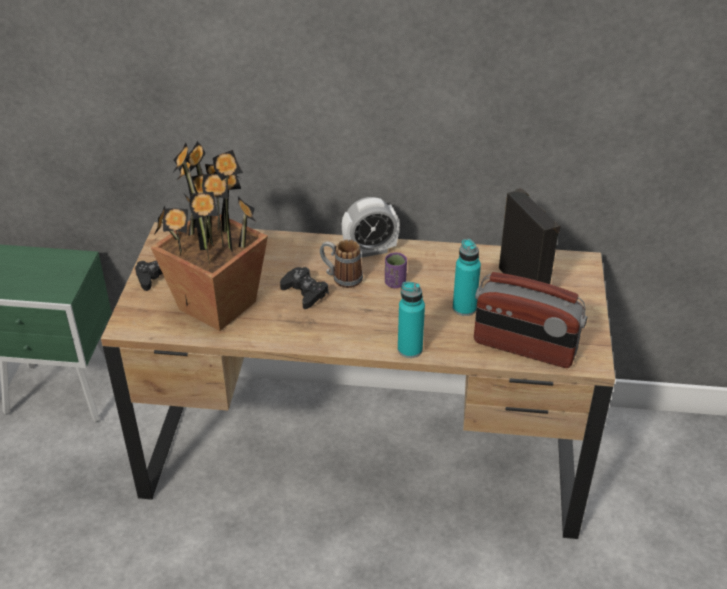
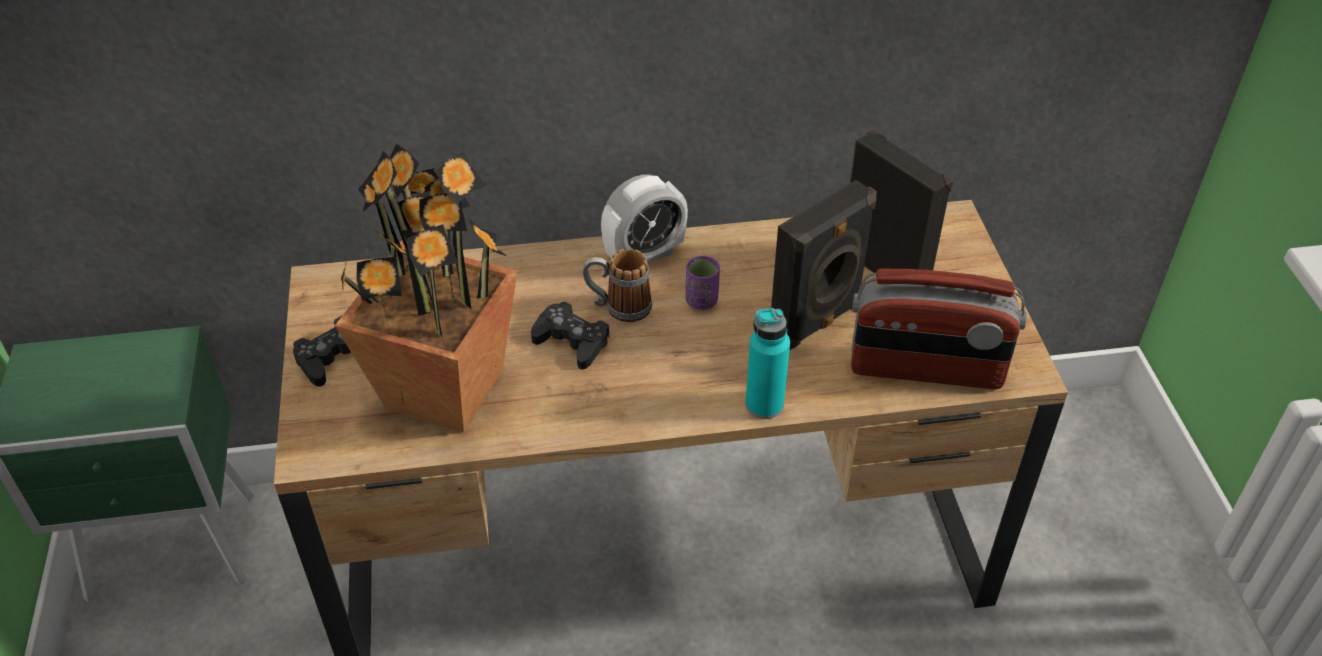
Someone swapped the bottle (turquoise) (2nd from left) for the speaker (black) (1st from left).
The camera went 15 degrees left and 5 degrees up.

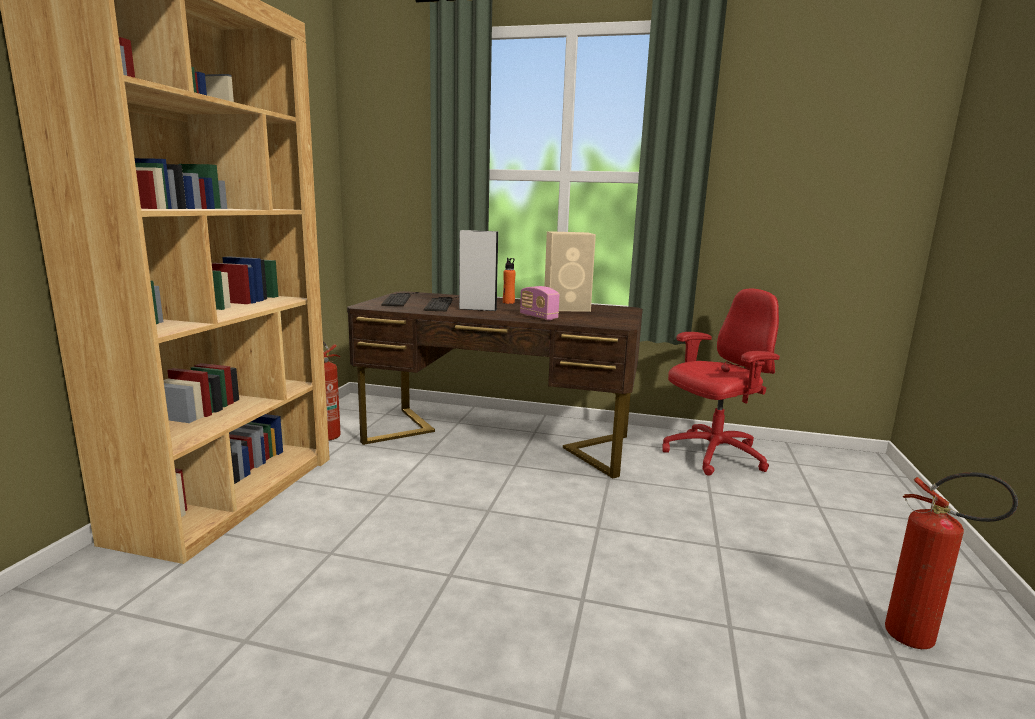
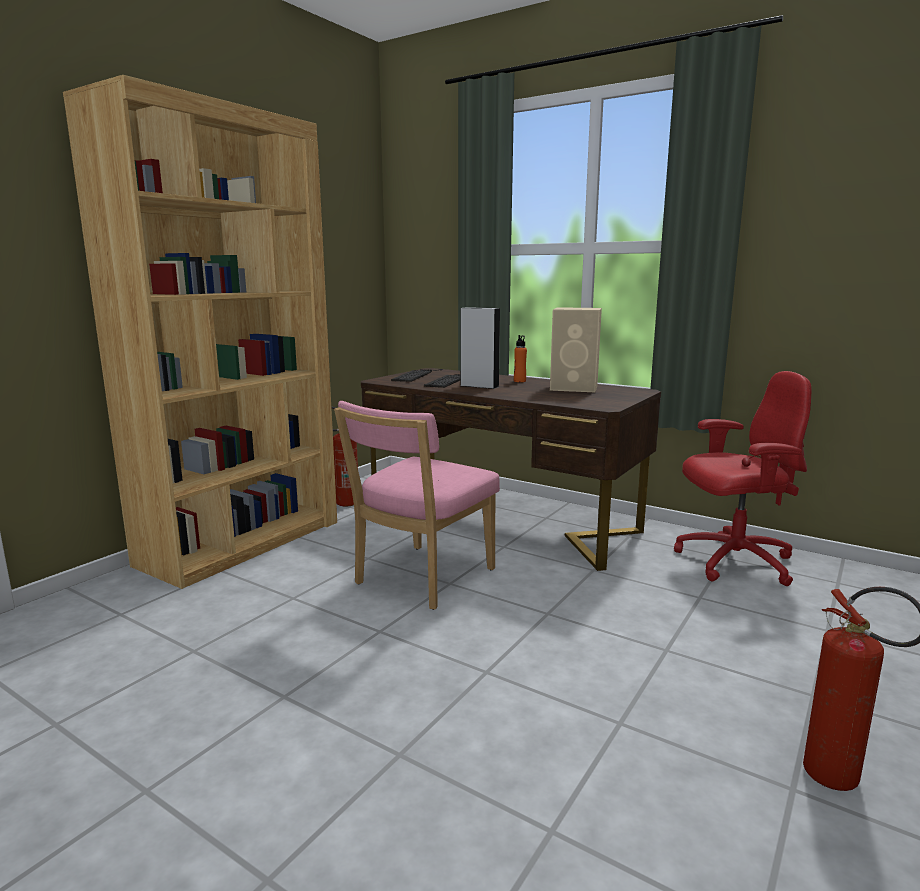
Someone took away the radio.
Someone put down the chair (pink).
The camera went 20 degrees right and 0 degrees up.

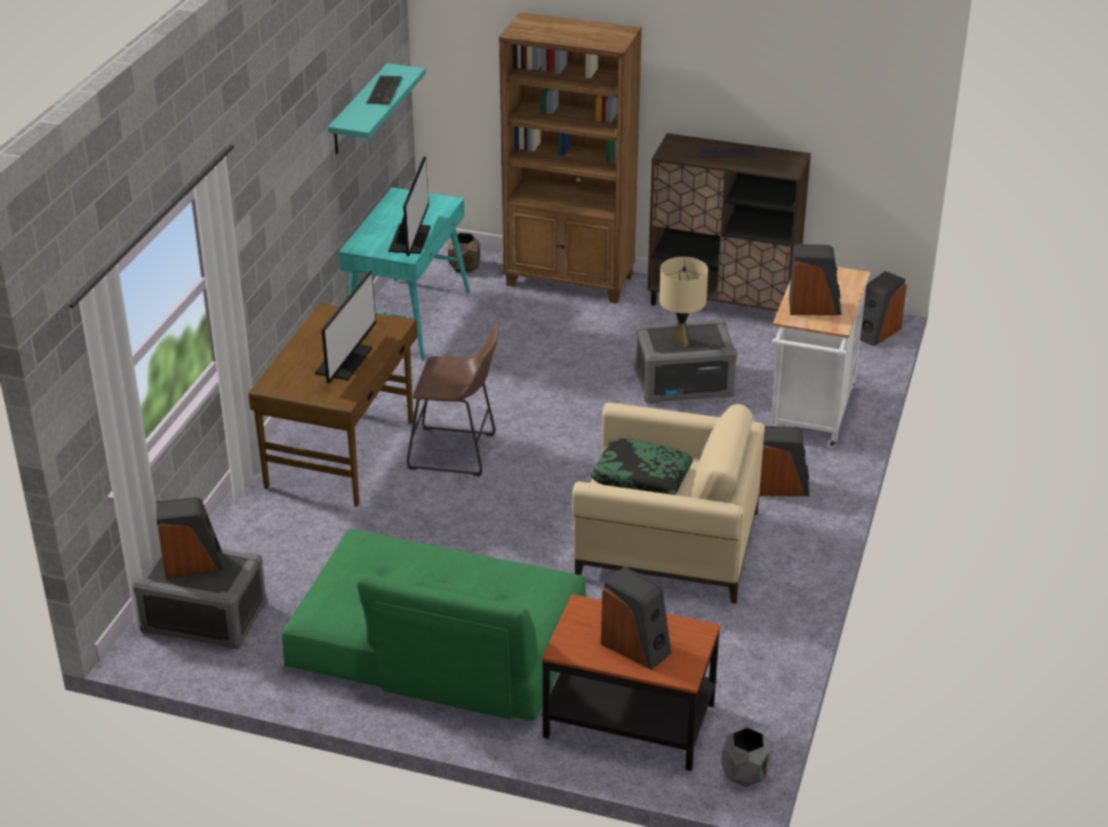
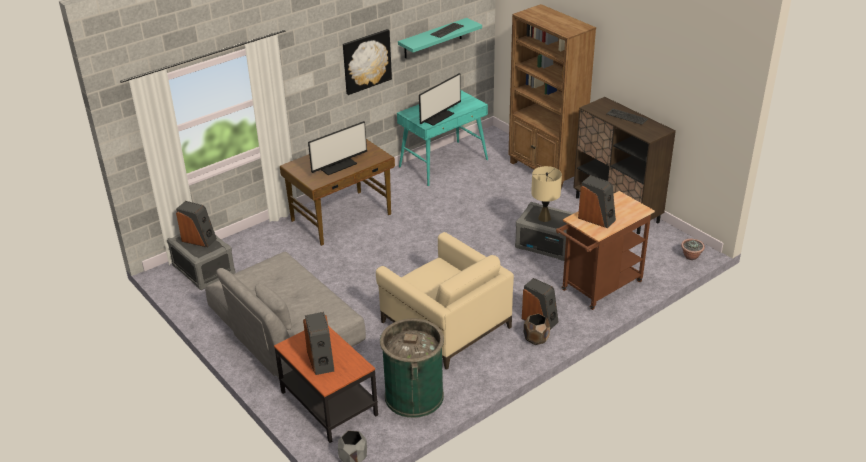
Someone repainted the sofa (green), which became the sofa (grey).
Someone took away the stool (brown).
Someone carried the planter (brown).
Someone took away the pillow.
Someone repainted the cart (white), which became the cart (brown).
Someone swapped the speaker (5th from left) for the potted plant.
Someone put up the picture.
Someone put down the trash can (green).
The camera went 35 degrees right and 0 degrees up.

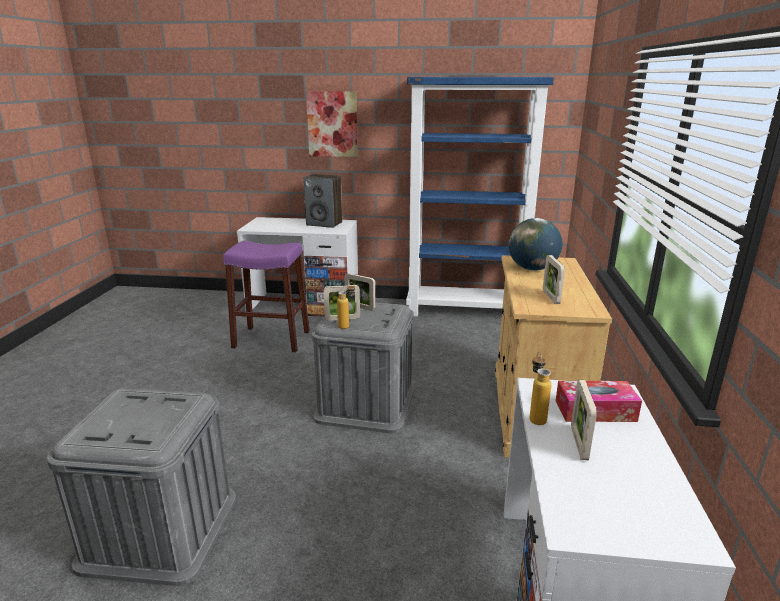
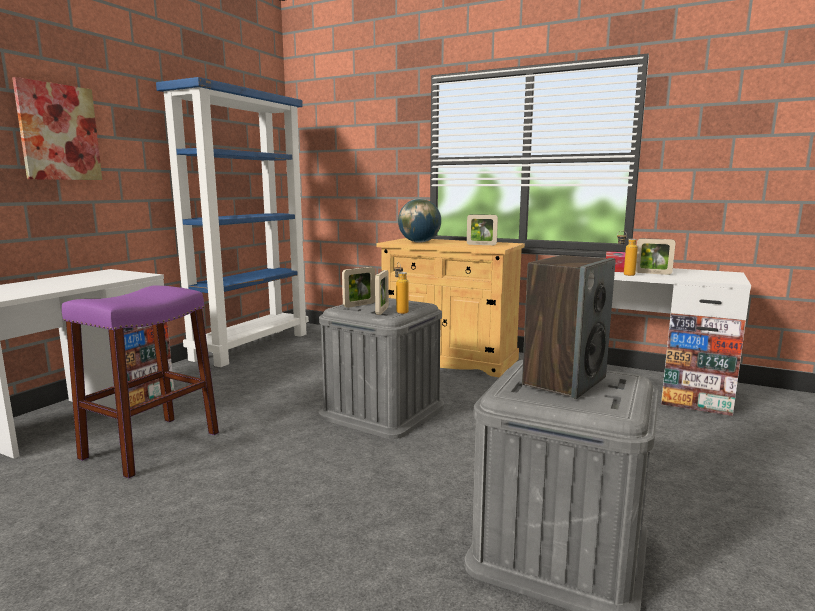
Someone carried the speaker.
The camera went 70 degrees left and 10 degrees down.

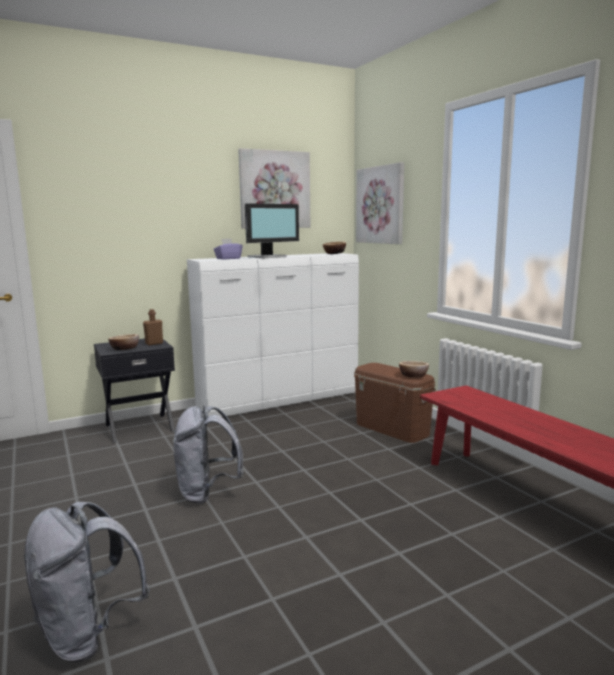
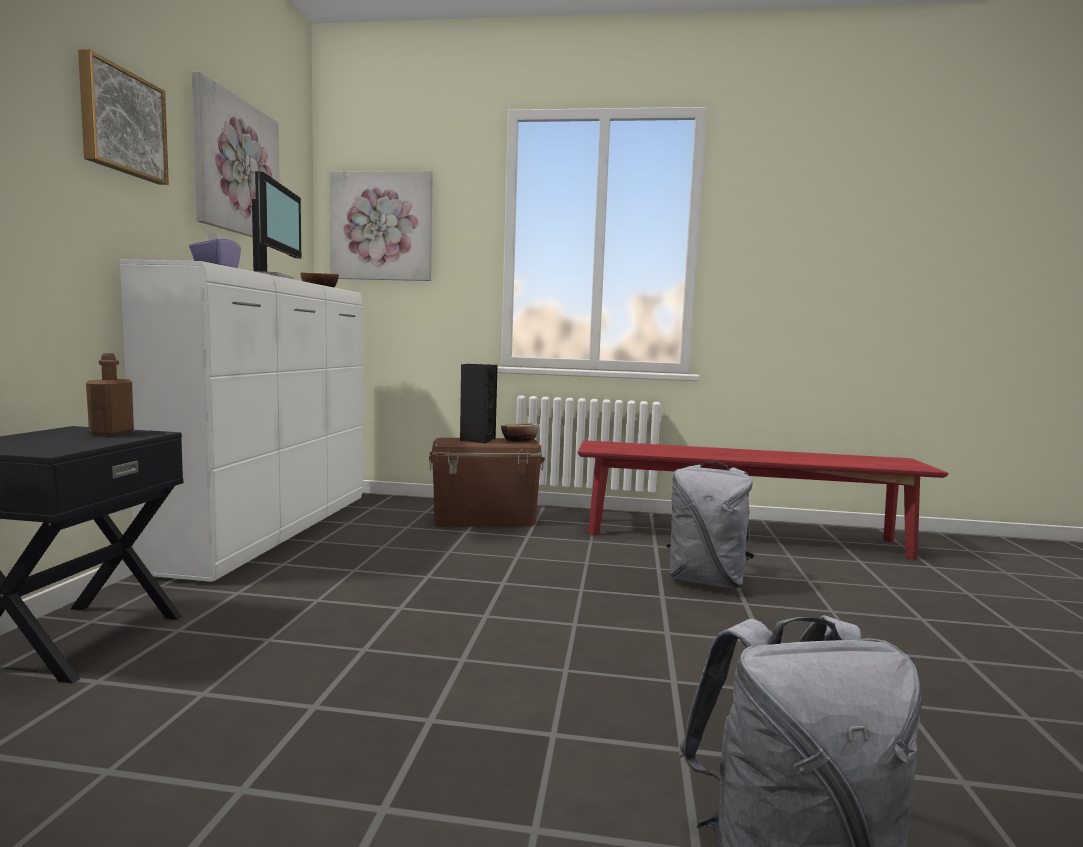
Someone took away the bowl (1st from left).
Someone carried the backpack (grey) (2nd from left in the first image).
Someone put up the picture (1st from left).
Someone put down the speaker (black).
The camera went 55 degrees left and 5 degrees down.

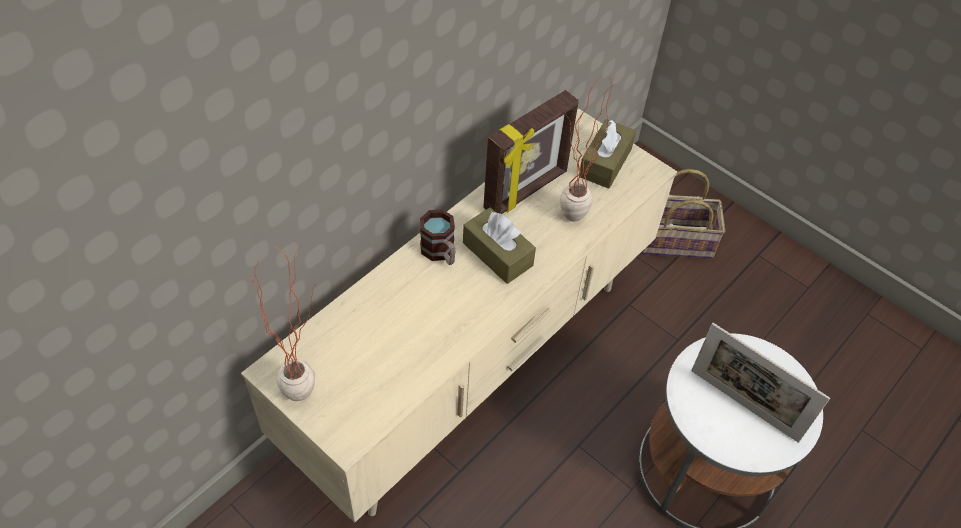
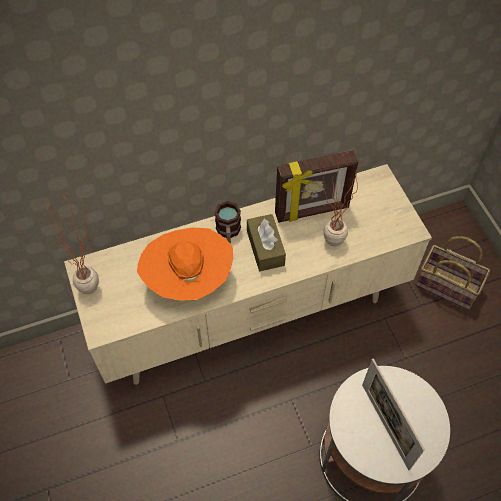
Someone took away the tissue box (brown) (2nd from left).
Someone put down the hat (orange).
The camera went 30 degrees right and 5 degrees up.

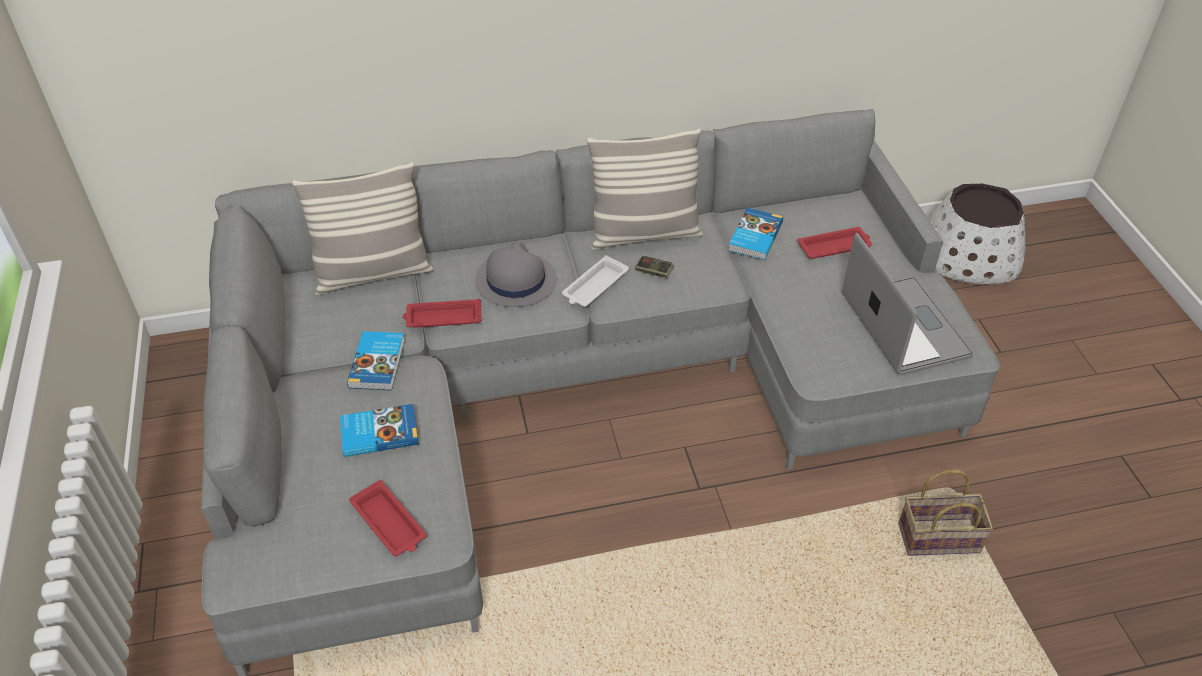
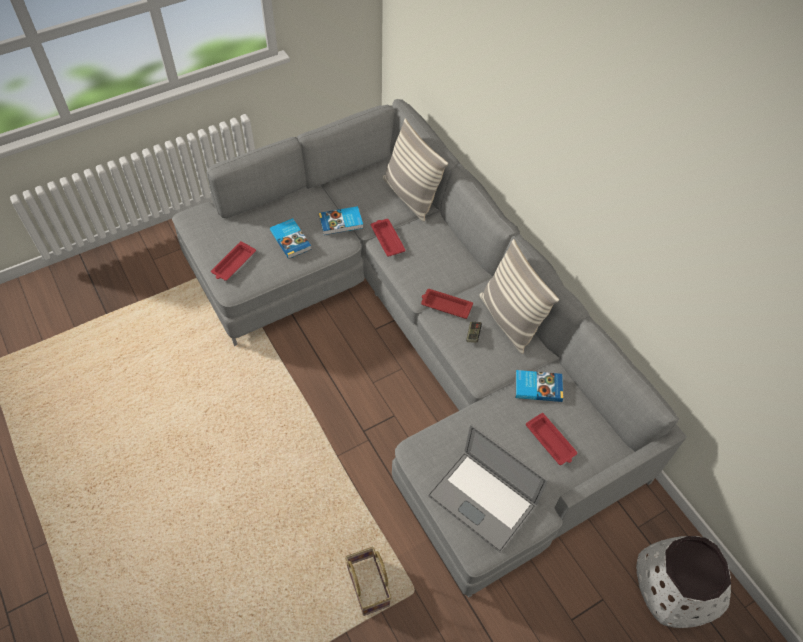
Someone took away the hat (grey).
Someone repainted the tray (white), which became the tray (red) (3rd from left).
Someone rotated the laptop by 75 degrees clockwise.
The camera went 70 degrees right and 10 degrees up.

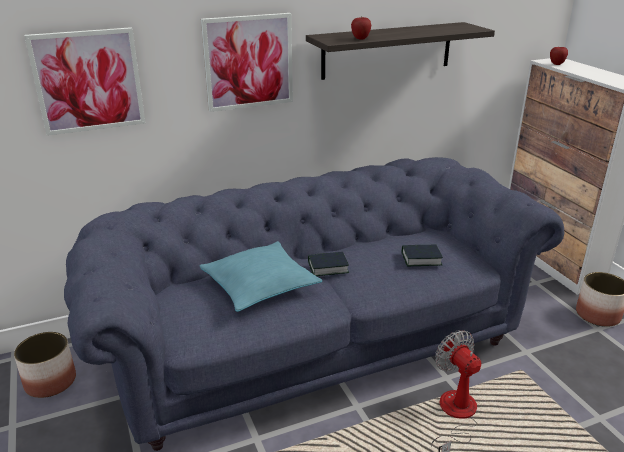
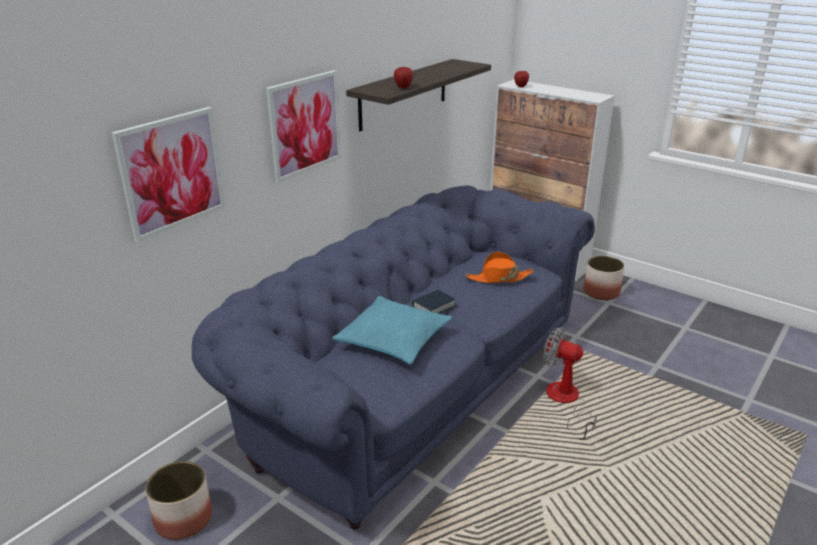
Someone swapped the book (2nd from left) for the hat (orange).
The camera went 30 degrees left and 0 degrees up.

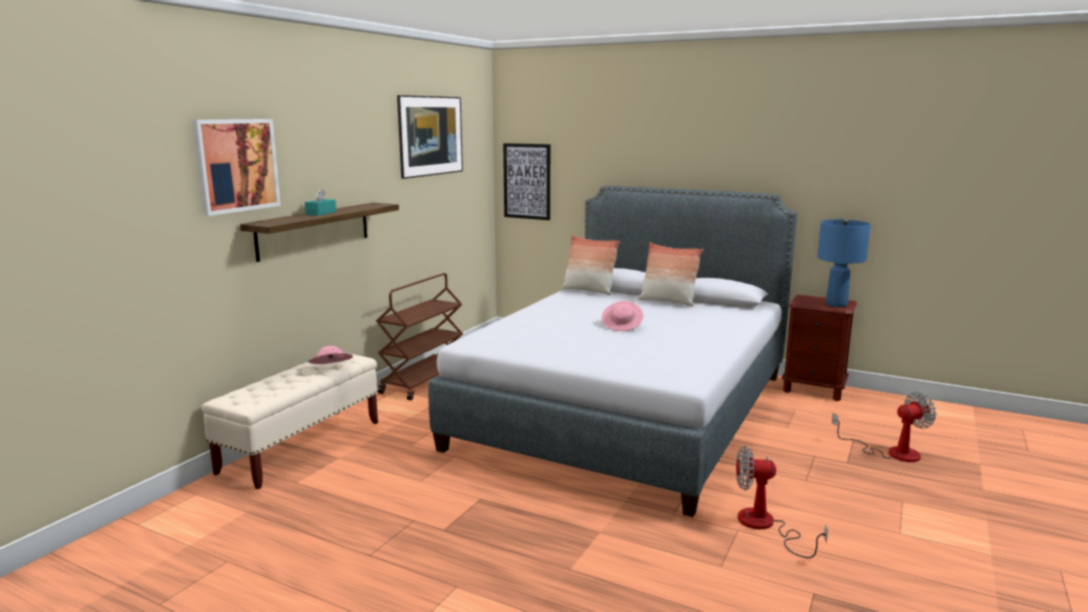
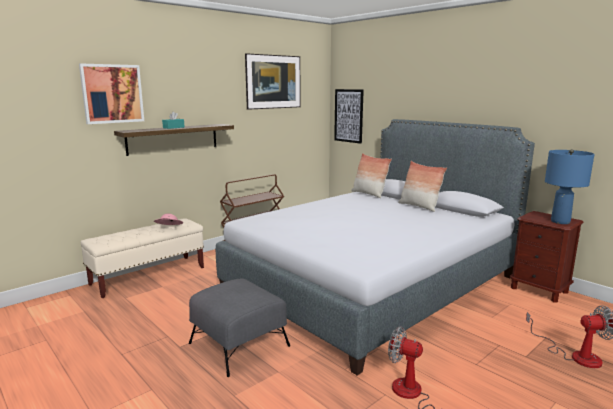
Someone took away the hat (pink) (2nd from left).
Someone put down the ottoman (grey).
The camera went 20 degrees right and 0 degrees up.

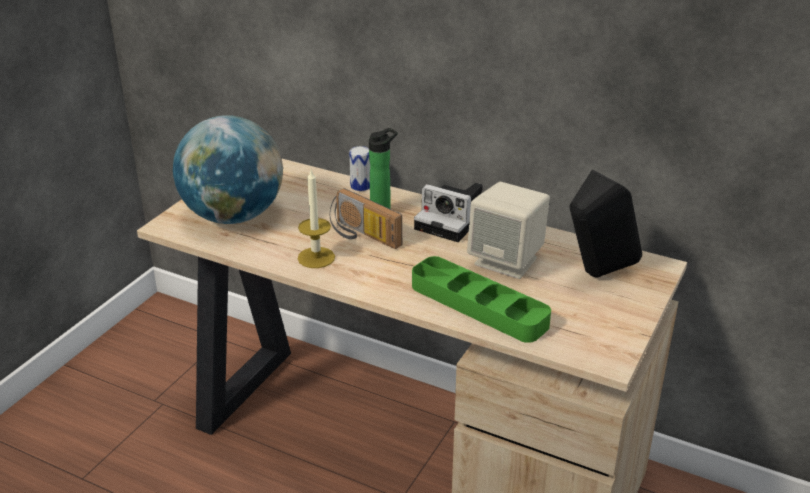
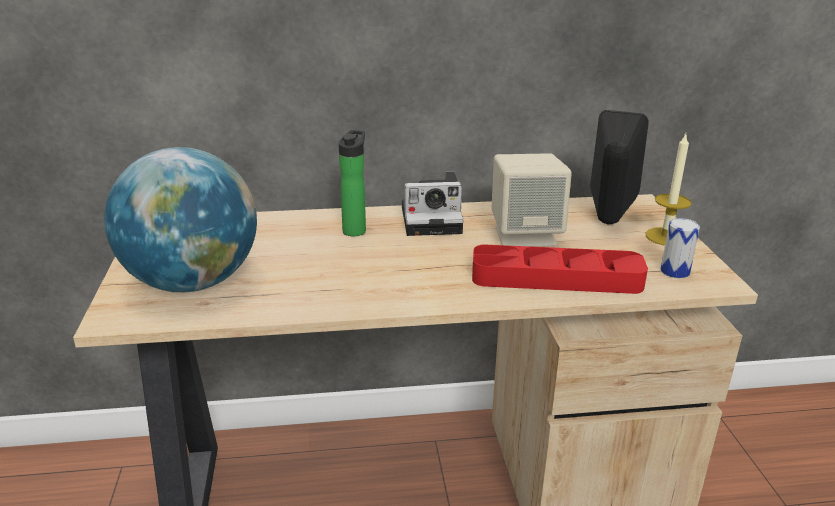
Someone carried the candle.
Someone took away the radio.
Someone carried the can.
Someone repainted the tray (green), which became the tray (red).
The camera went 35 degrees left and 5 degrees down.

